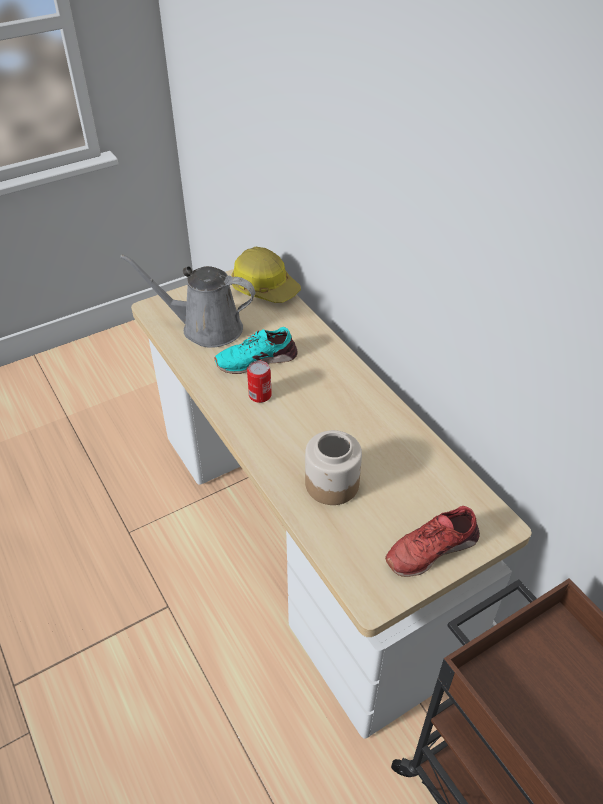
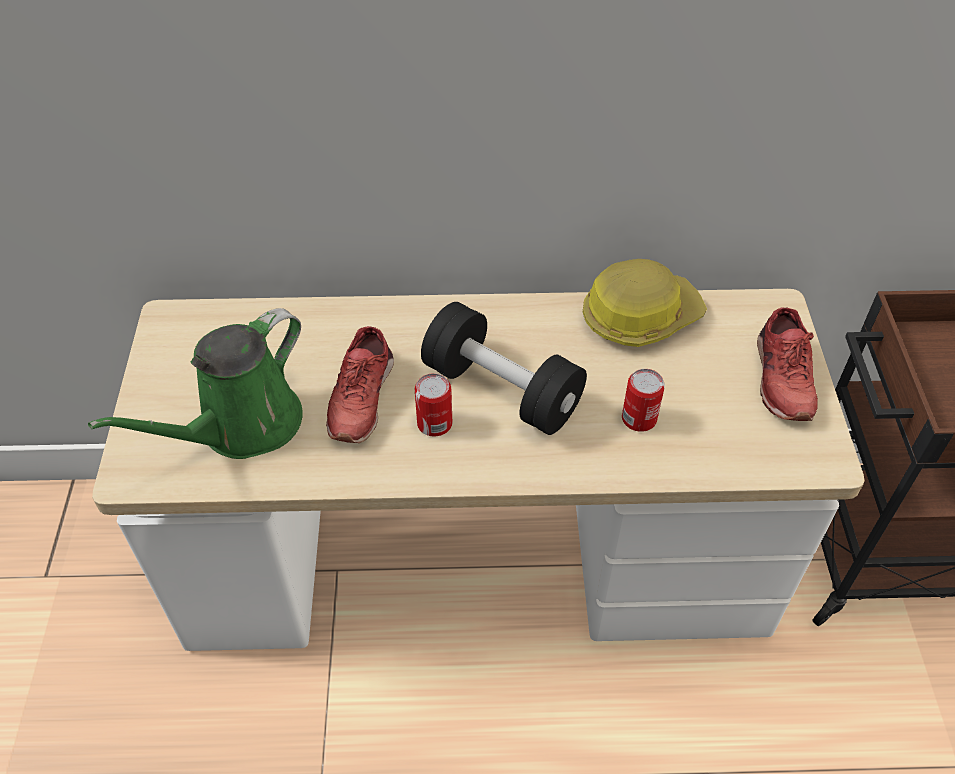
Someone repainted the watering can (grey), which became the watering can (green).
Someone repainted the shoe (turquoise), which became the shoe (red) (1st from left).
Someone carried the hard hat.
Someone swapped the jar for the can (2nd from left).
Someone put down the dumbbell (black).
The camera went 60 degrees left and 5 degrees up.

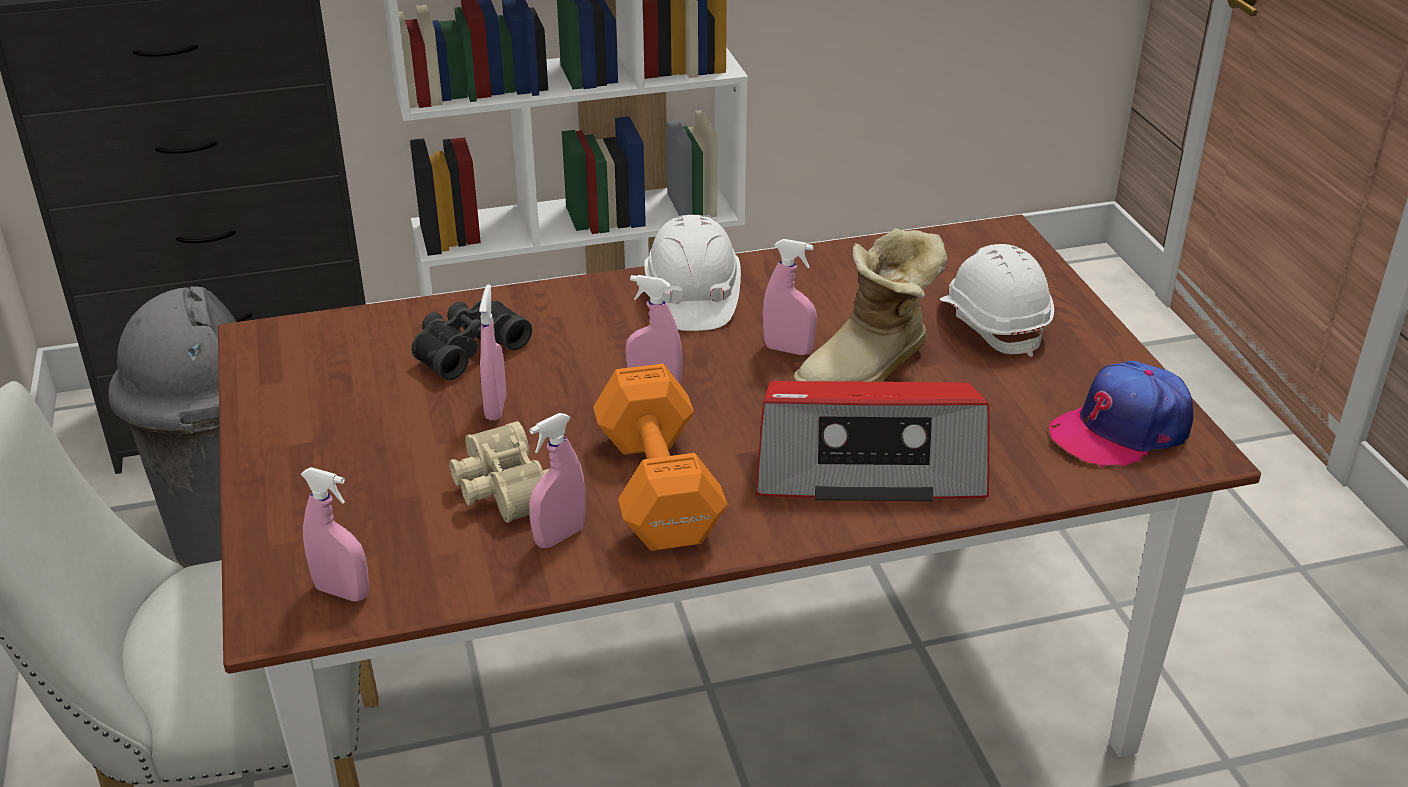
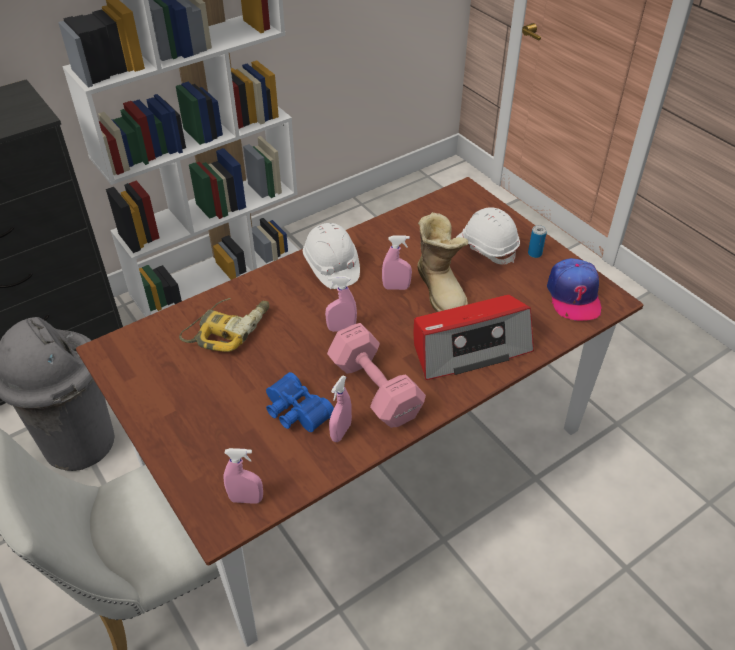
Someone swapped the binoculars (black) for the power drill.
Someone repainted the binoculars (beige), which became the binoculars (blue).
Someone took away the spray bottle (pink) (2nd from left).
Someone repainted the dumbbell (orange), which became the dumbbell (pink).
Someone rotated the boot by 45 degrees counterclockwise.
Someone rotated the cap by 45 degrees counterclockwise.
Someone put down the can.
The camera went 20 degrees left and 10 degrees up.

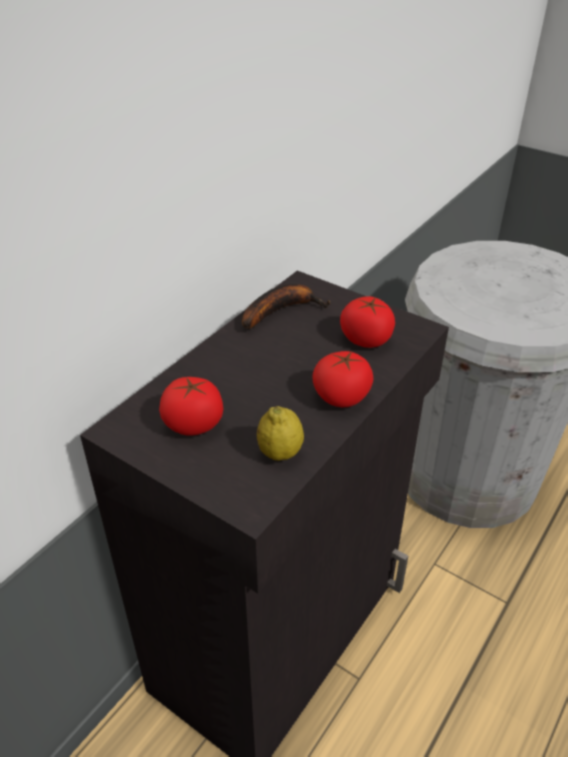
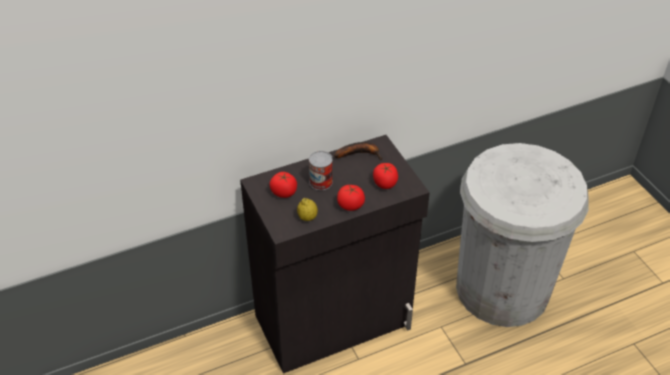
Someone put down the can.
The camera went 30 degrees right and 5 degrees up.

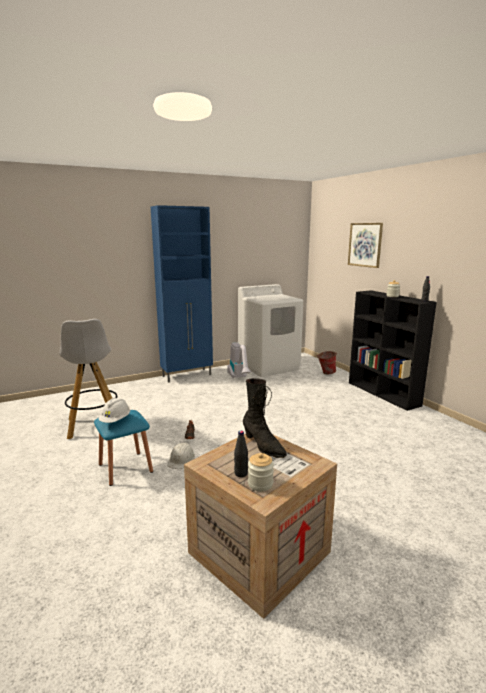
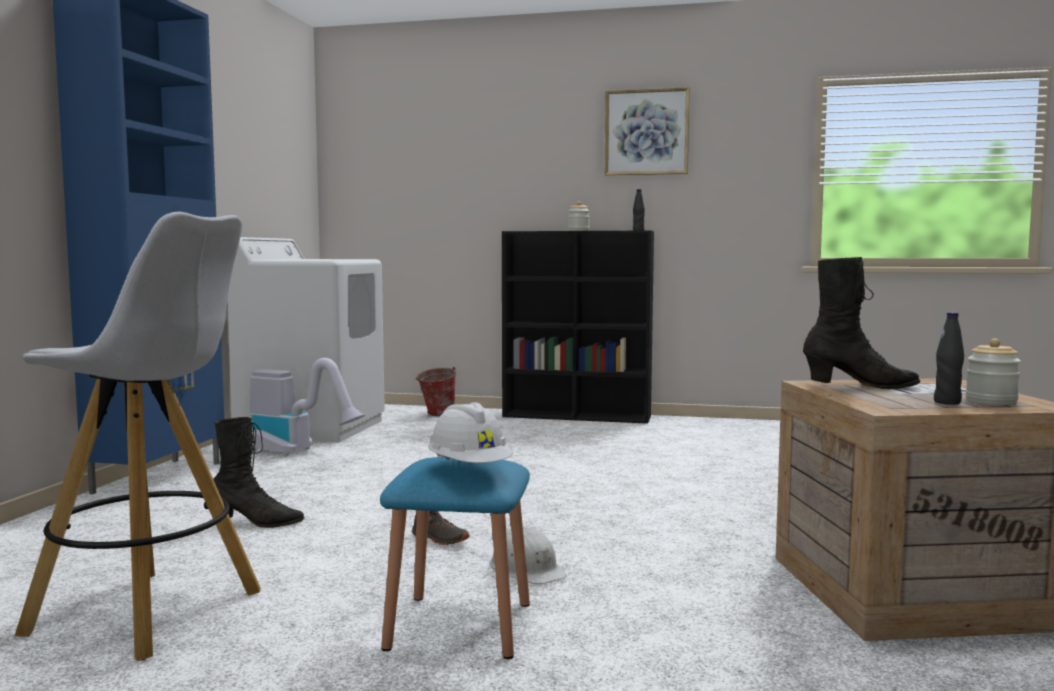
Someone carried the picture.
Someone put down the boot (black) (1st from left).
The camera went 50 degrees left and 10 degrees down.

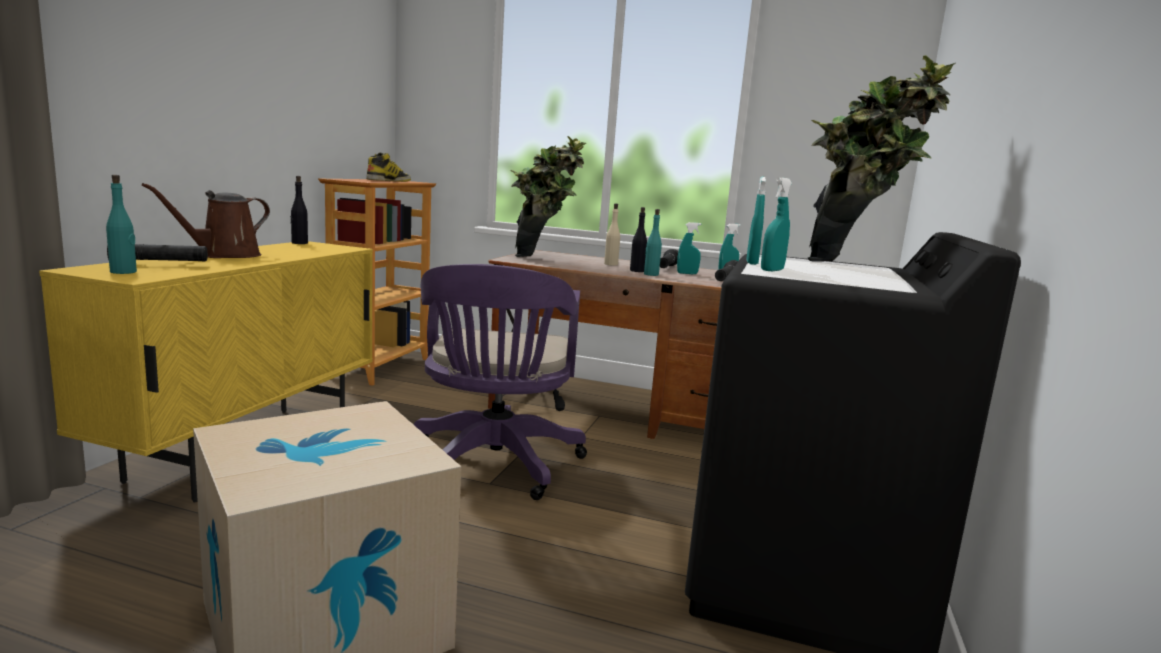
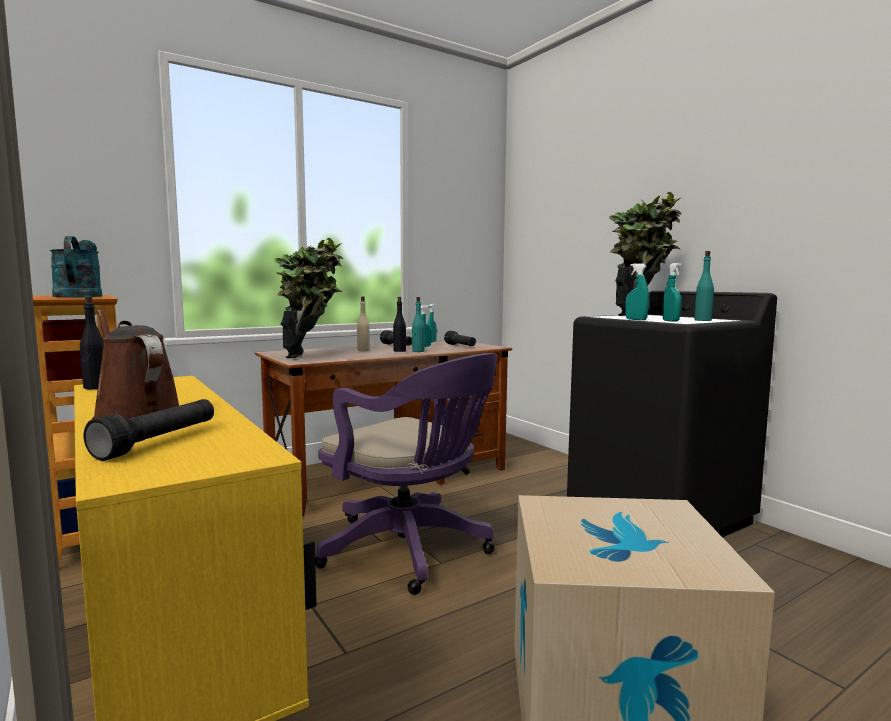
Someone carried the bottle (turquoise) (1st from left in the first image).
Someone rotated the watering can (brown) by 150 degrees clockwise.
Someone swapped the boot for the watering can (turquoise).
The camera went 50 degrees left and 5 degrees down.

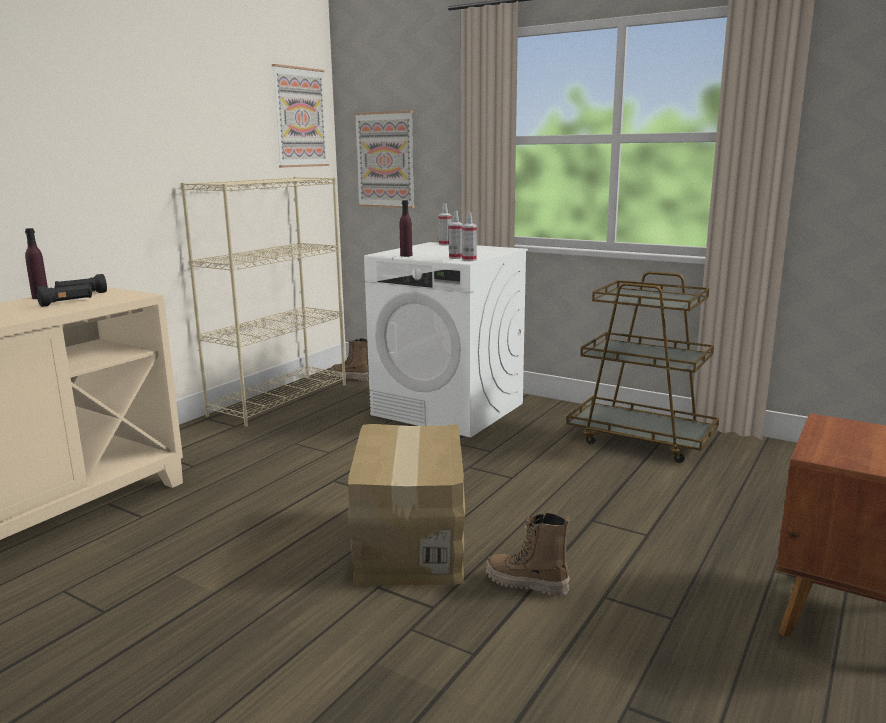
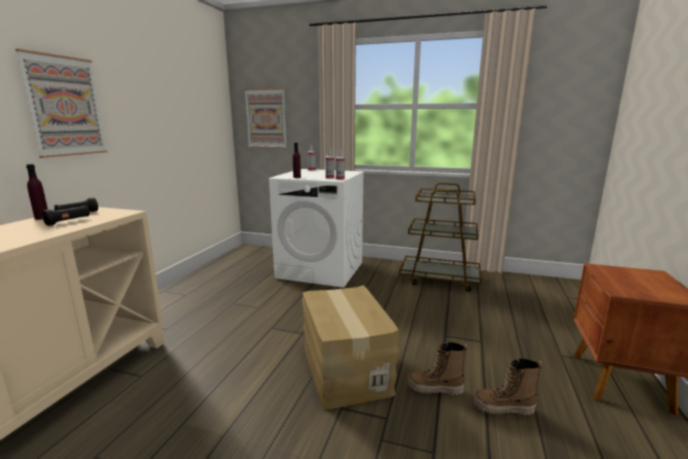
Someone took away the bookcase (beige).
Someone carried the picture (1st from left).
Someone carried the boot (1st from left in the first image).
The camera went 15 degrees left and 0 degrees up.

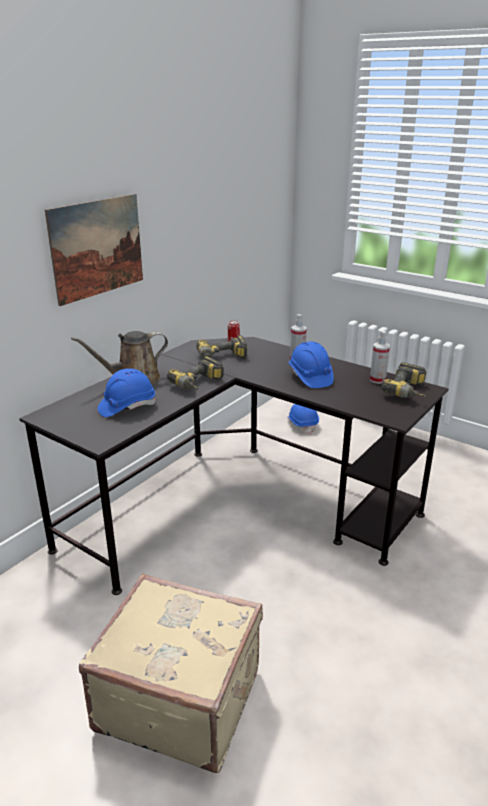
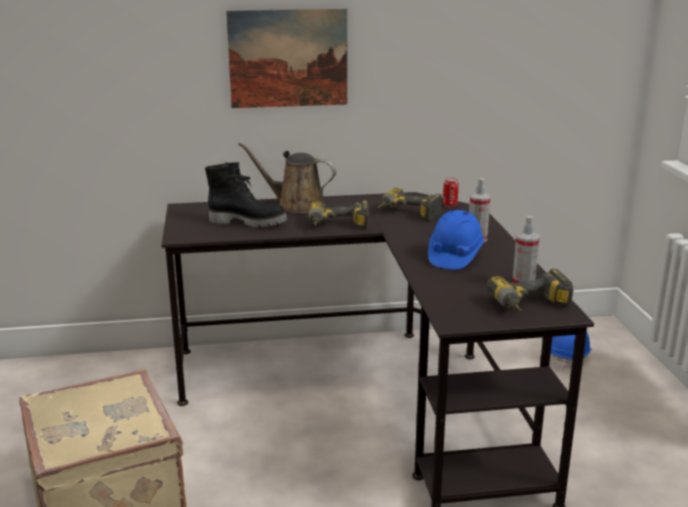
Someone swapped the hard hat (blue) (1st from left) for the boot (black).
The camera went 45 degrees right and 5 degrees down.

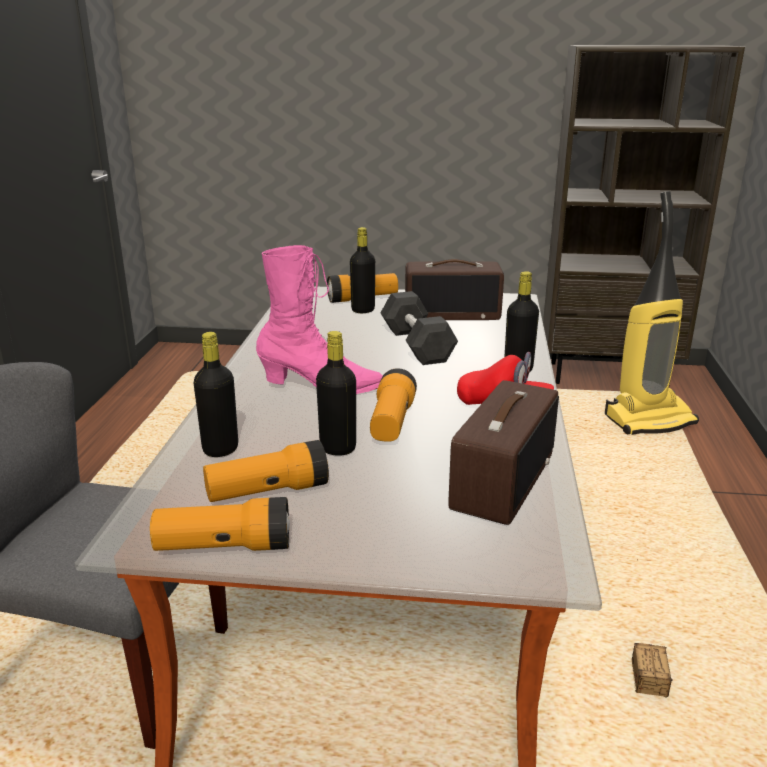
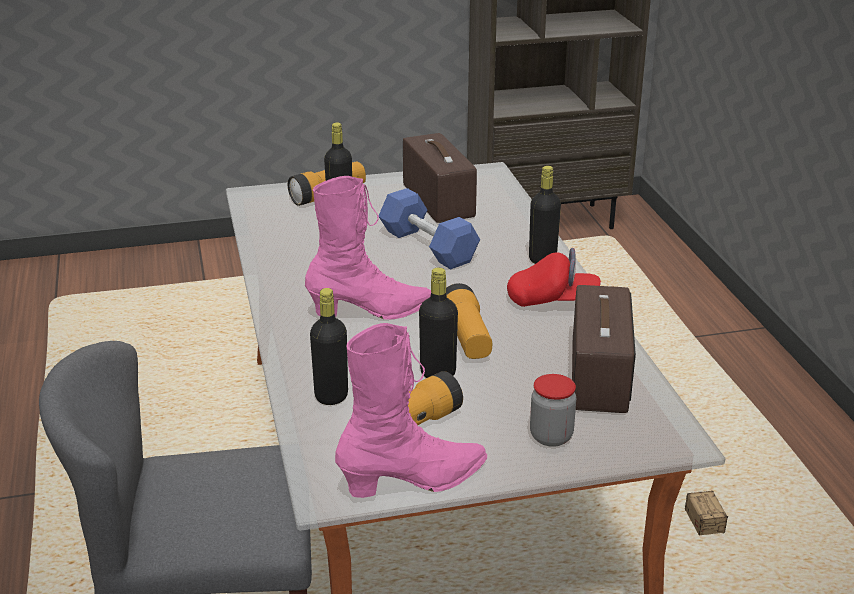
Someone swapped the flashlight (1st from left) for the boot (pink) (2nd from left).
Someone repainted the dumbbell (black), which became the dumbbell (blue).
Someone rotated the radio (1st from left) by 90 degrees counterclockwise.
Someone took away the vacuum cleaner.
Someone put down the jar.
The camera went 20 degrees left and 5 degrees up.

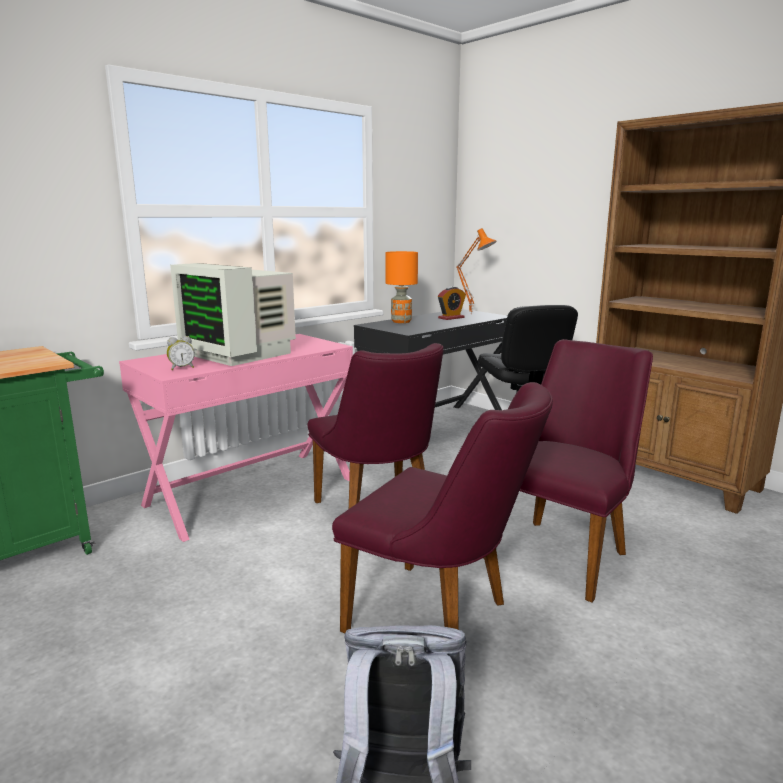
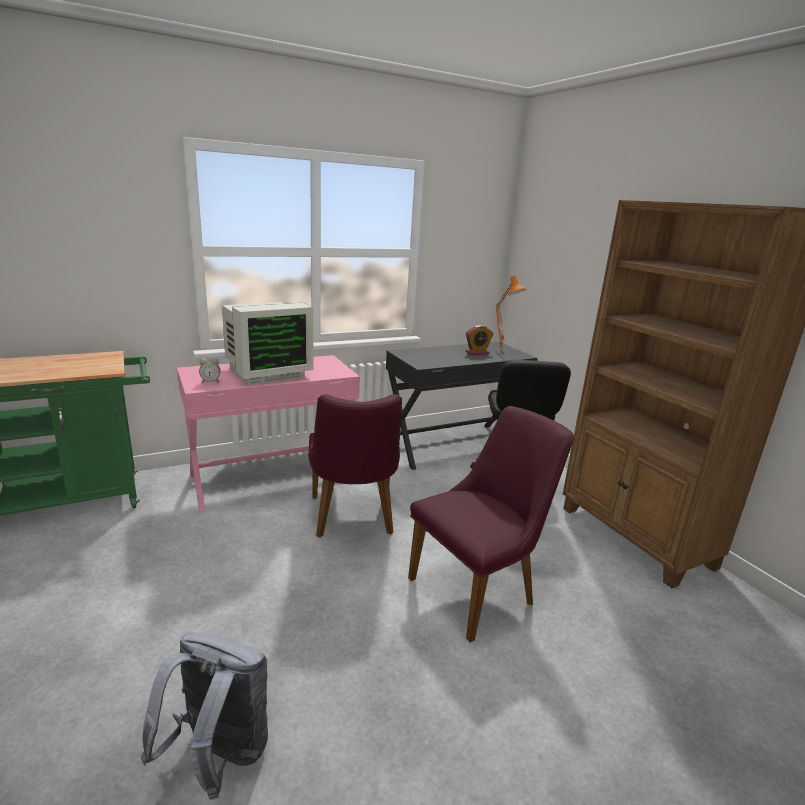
Someone rotated the monitor by 90 degrees counterclockwise.
Someone took away the chair (purple) (2nd from left).
Someone took away the table lamp (orange) (1st from left).
The camera went 15 degrees right and 5 degrees up.

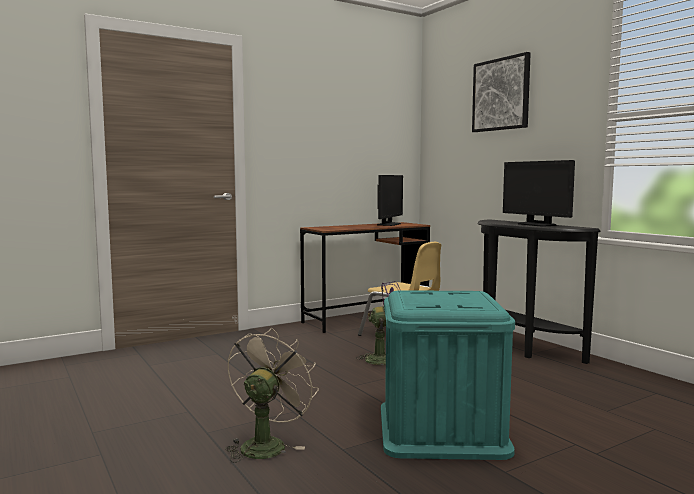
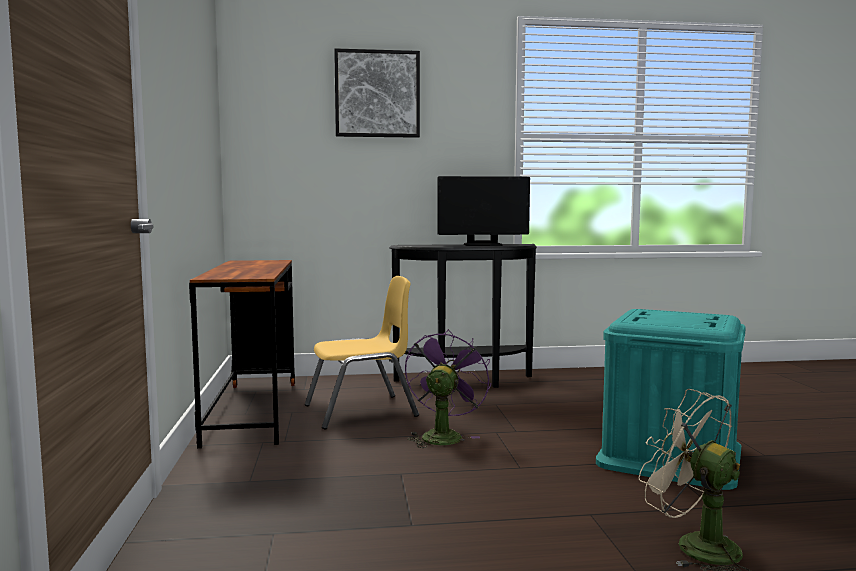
Someone took away the monitor (1st from left).
The camera went 65 degrees left and 0 degrees up.

